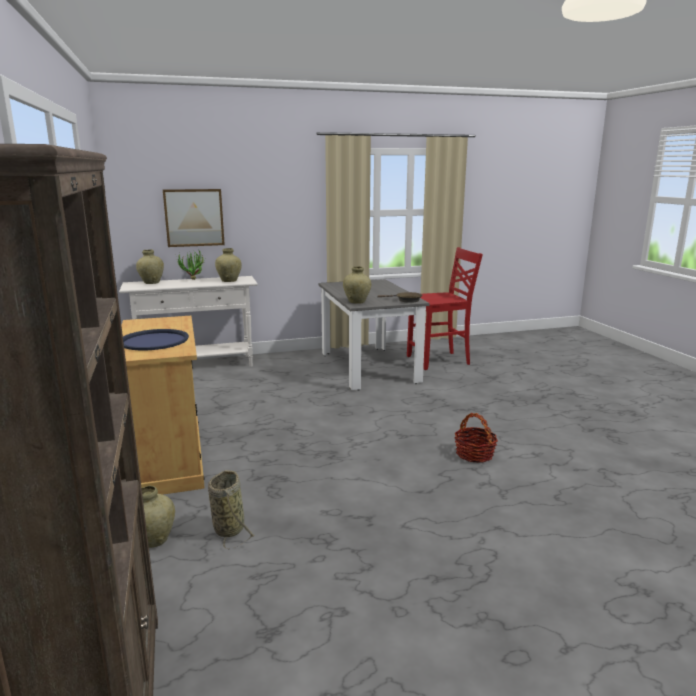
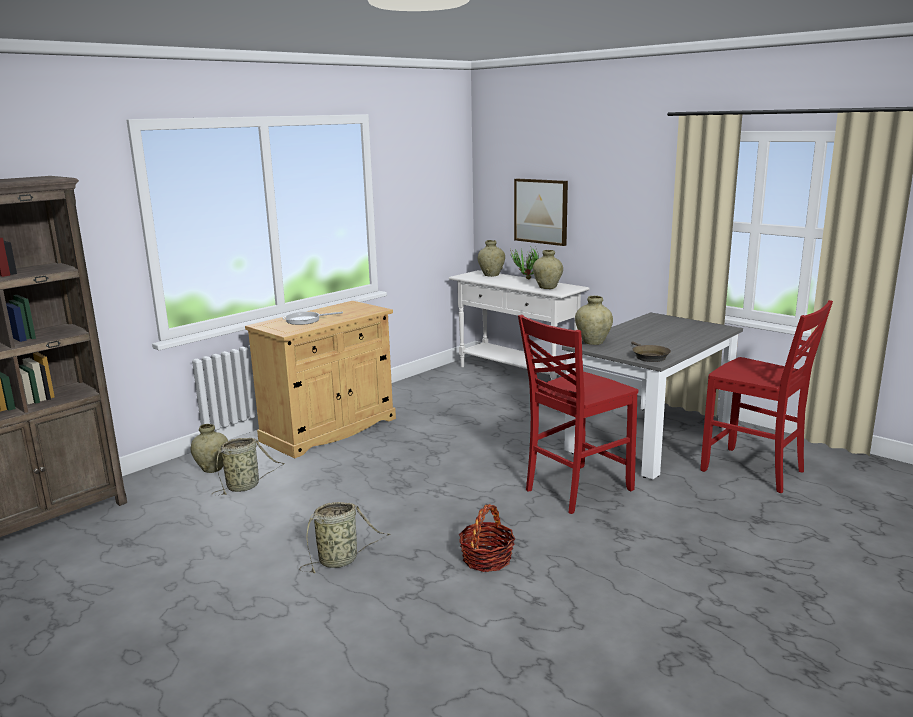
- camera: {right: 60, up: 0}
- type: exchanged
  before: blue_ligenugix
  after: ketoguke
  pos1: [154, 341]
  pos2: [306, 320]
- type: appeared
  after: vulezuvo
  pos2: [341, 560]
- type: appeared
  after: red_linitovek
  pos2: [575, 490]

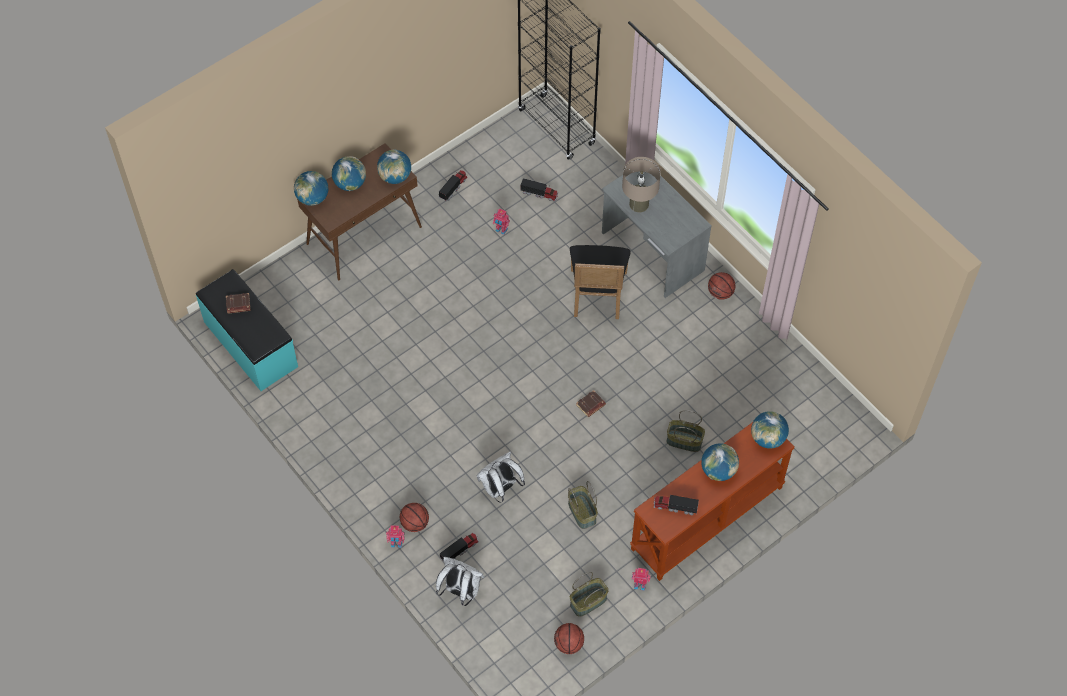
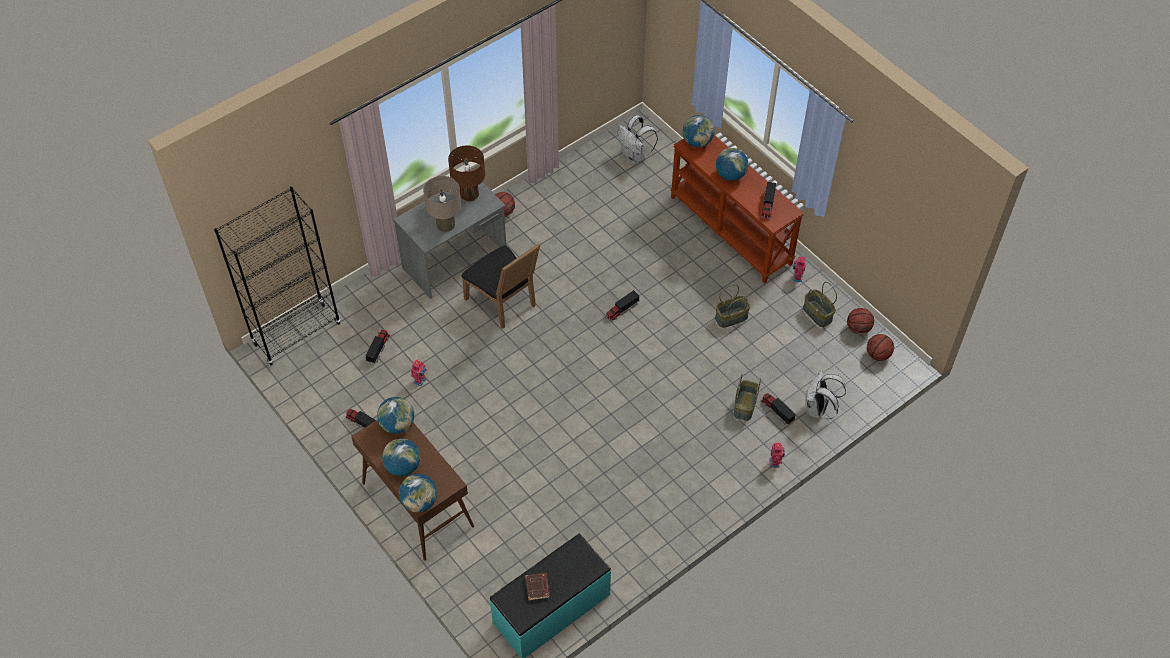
- camera: {right: -90, up: -5}
- type: relocated
  before: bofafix
  pos1: [414, 523]
  pos2: [878, 355]
- type: relocated
  before: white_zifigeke
  pos1: [500, 489]
  pos2: [635, 156]
- type: spun
  before: black_linitovek
  pos1: [597, 297]
  pos2: [504, 303]
  turn: 45
- type: exchanged
  before: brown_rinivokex
  after: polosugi
  pos1: [590, 405]
  pos2: [621, 310]
- type: relocated
  before: vulezuvo
  pos1: [684, 441]
  pos2: [745, 406]
- type: appeared
  after: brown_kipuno
  pos2: [469, 194]

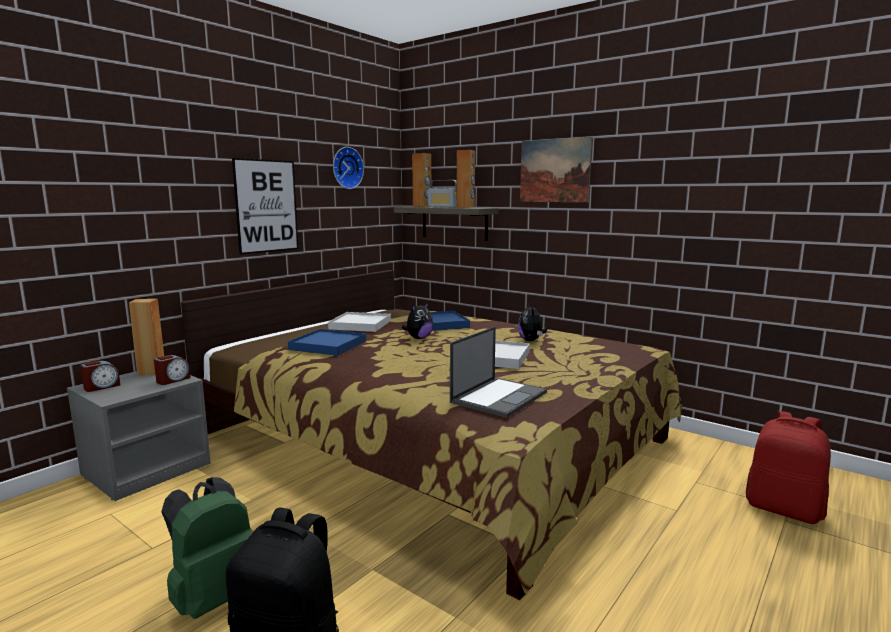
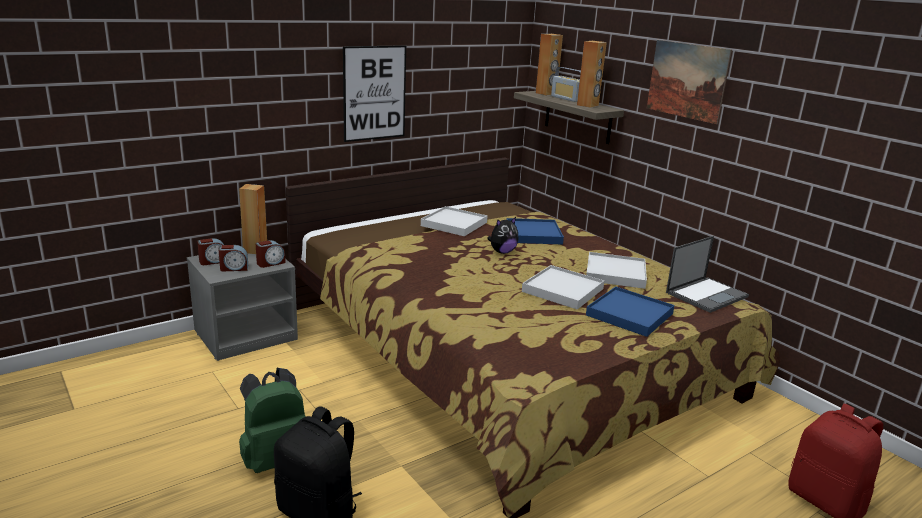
- camera: {right: 15, up: 10}
- type: relocated
  before: blue_ligenugix
  pos1: [328, 345]
  pos2: [629, 314]
- type: missing
  before: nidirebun
  pos1: [346, 168]
- type: relocated
  before: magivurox
  pos1: [499, 397]
  pos2: [707, 294]
- type: exchanged
  before: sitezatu
  after: white_ligenugix
  pos1: [531, 340]
  pos2: [615, 273]
- type: appeared
  after: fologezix
  pos2: [234, 268]

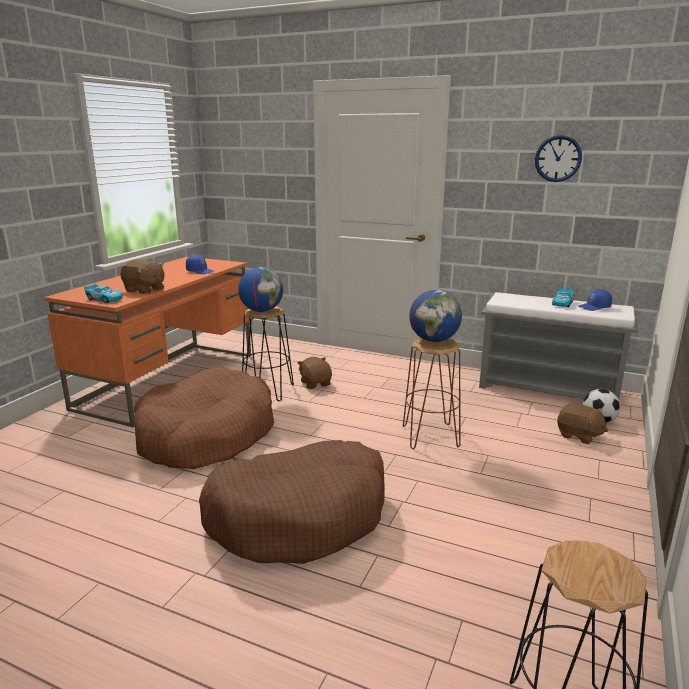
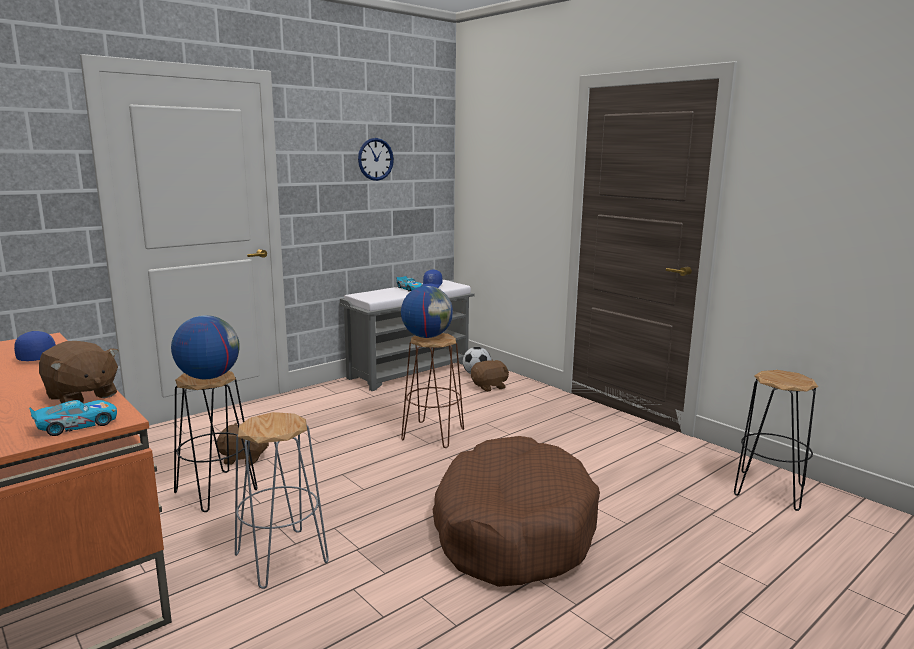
- camera: {right: -65, up: -5}
- type: spun
  before: brown_sitezatu
  pos1: [144, 290]
  pos2: [81, 396]
  turn: 75
- type: exchanged
  before: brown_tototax
  after: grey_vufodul
  pos1: [206, 435]
  pos2: [281, 558]

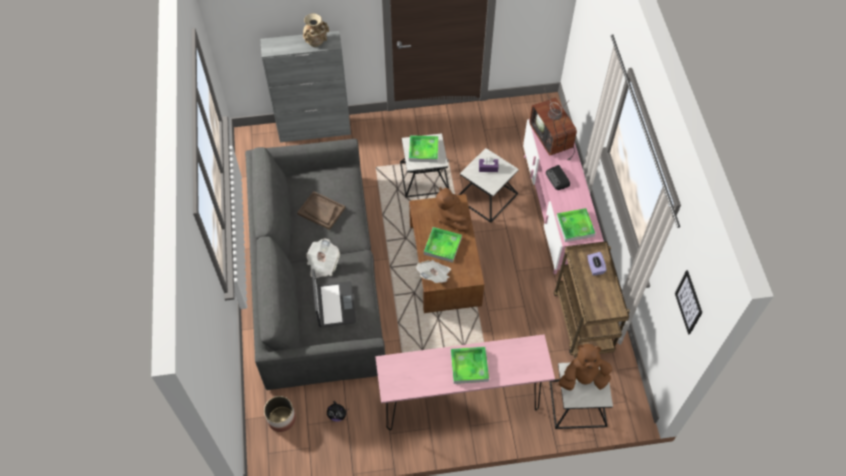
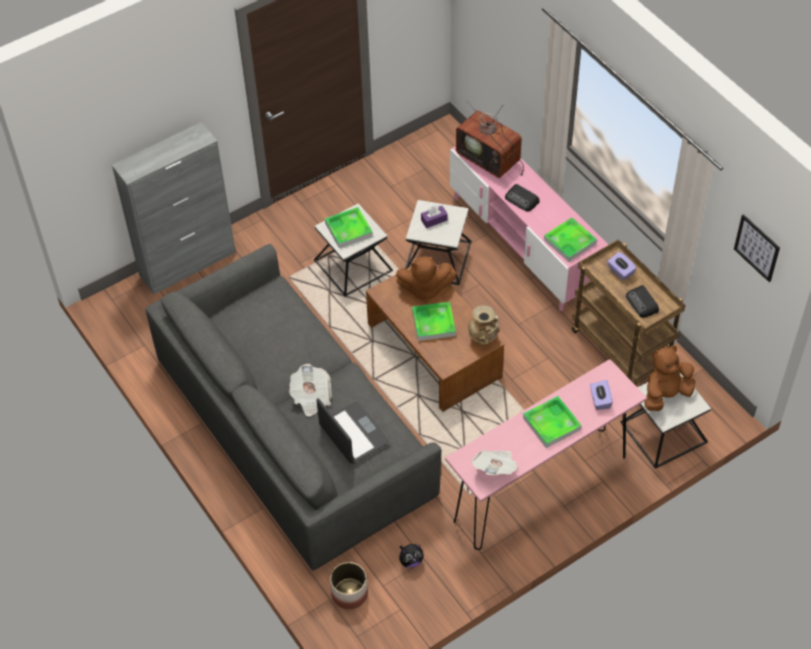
- camera: {right: -25, up: -5}
- type: missing
  before: brown_ligenugix
  pos1: [321, 211]
- type: relocated
  before: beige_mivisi
  pos1: [316, 43]
  pos2: [483, 339]
- type: relocated
  before: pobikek
  pos1: [434, 275]
  pos2: [495, 468]
- type: spun
  before: brown_sitezatu
  pos1: [451, 217]
  pos2: [425, 289]
  turn: -45
- type: appeared
  after: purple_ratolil
  pos2: [600, 400]
- type: appeared
  after: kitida
  pos2: [642, 304]

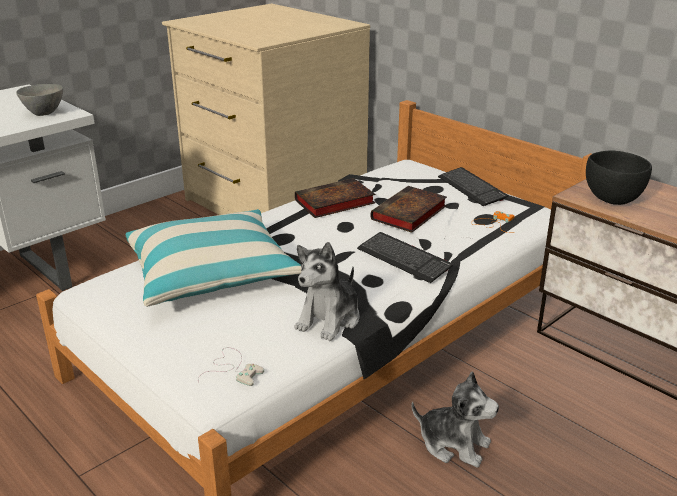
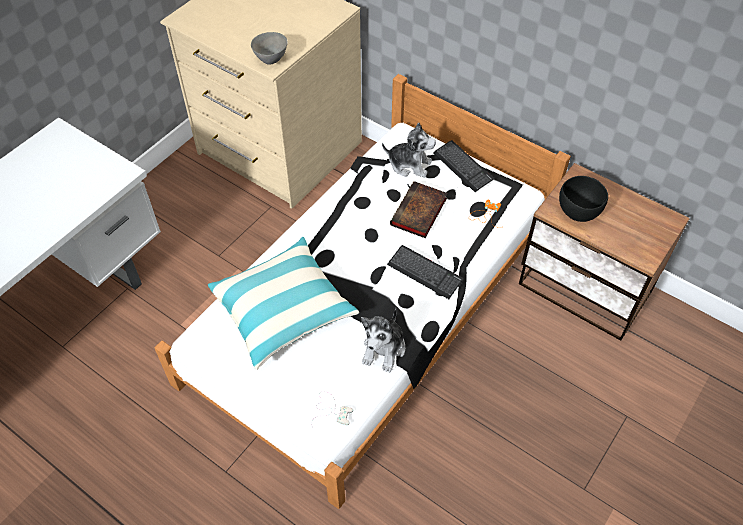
- camera: {right: -10, up: 25}
- type: relocated
  before: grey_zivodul
  pos1: [44, 113]
  pos2: [271, 59]
- type: missing
  before: rinivokex
  pos1: [333, 203]
- type: relocated
  before: sitezatu
  pos1: [454, 444]
  pos2: [409, 164]

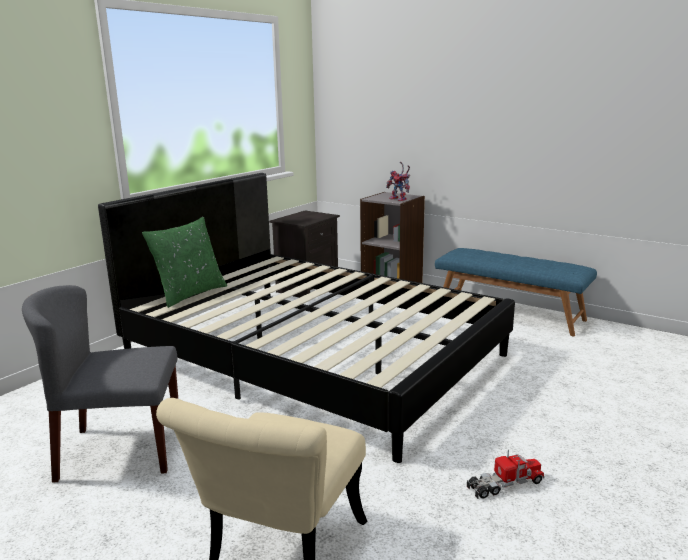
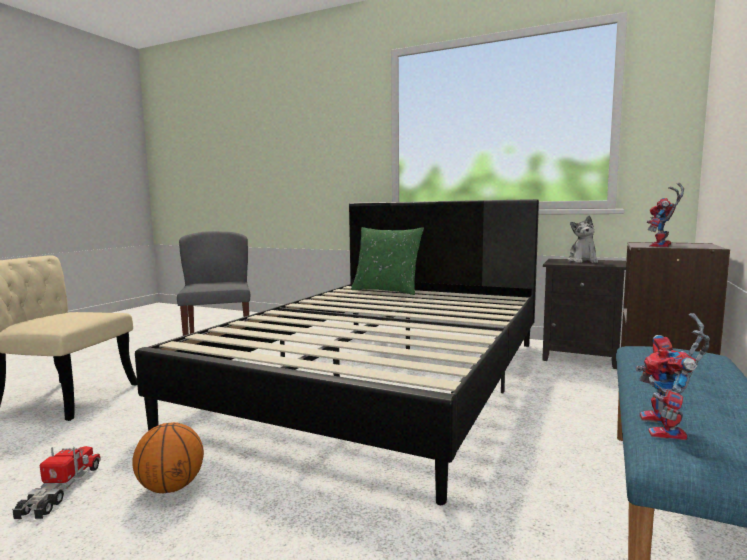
- camera: {right: 80, up: -10}
- type: spun
  before: polosugi
  pos1: [505, 484]
  pos2: [61, 490]
  turn: -150
- type: appeared
  after: bofafix
  pos2: [171, 487]
- type: appeared
  after: sitezatu
  pos2: [582, 261]
- type: appeared
  after: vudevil
  pos2: [668, 431]

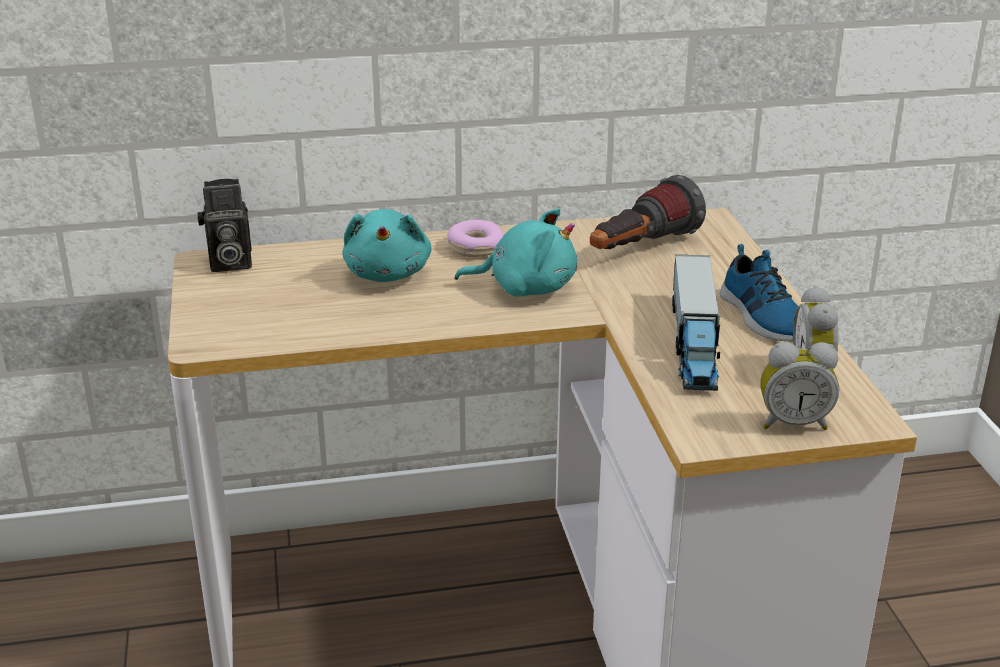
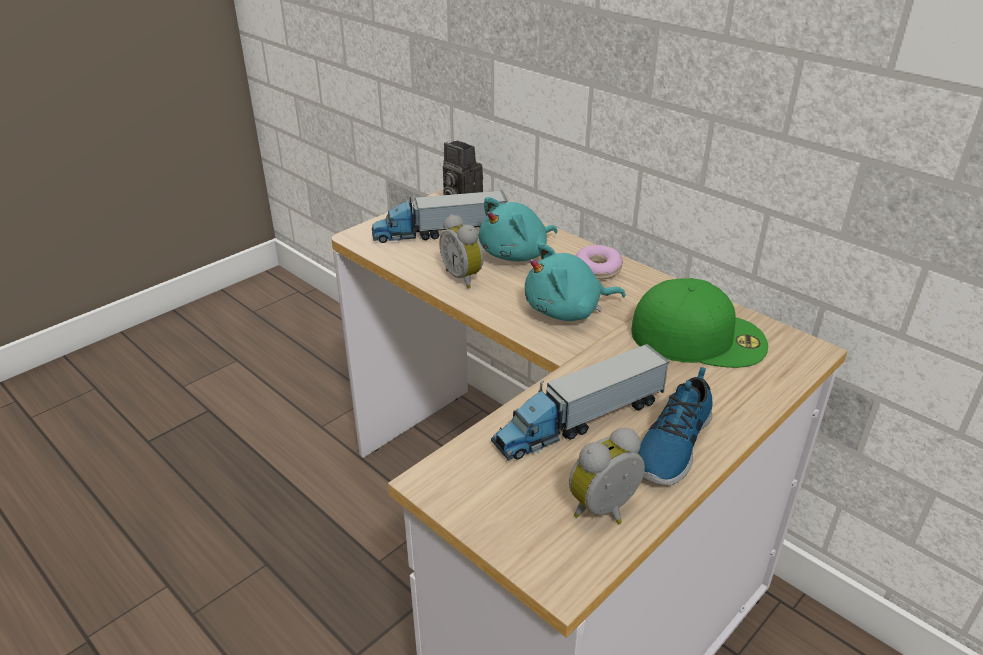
- camera: {right: 55, up: 5}
- type: spun
  before: turquoise_sitezatu
  pos1: [526, 288]
  pos2: [567, 311]
  turn: 105
- type: exchanged
  before: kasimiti
  after: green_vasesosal
  pos1: [640, 250]
  pos2: [699, 336]
- type: relocated
  before: fologezix
  pos1: [793, 423]
  pos2: [464, 277]
- type: appeared
  after: polosugi
  pos2: [439, 233]

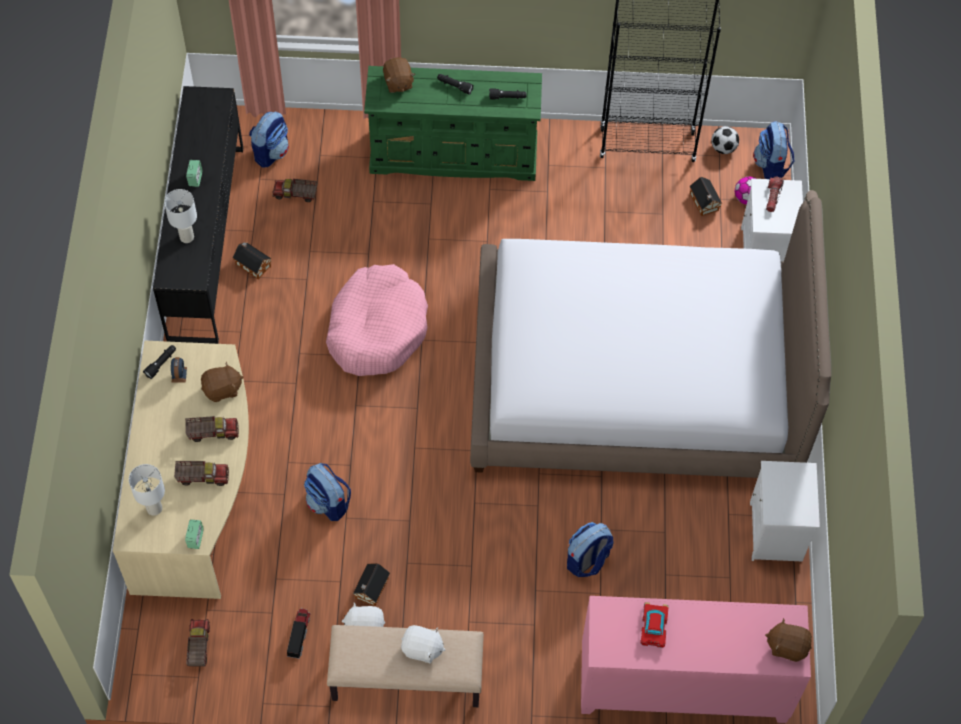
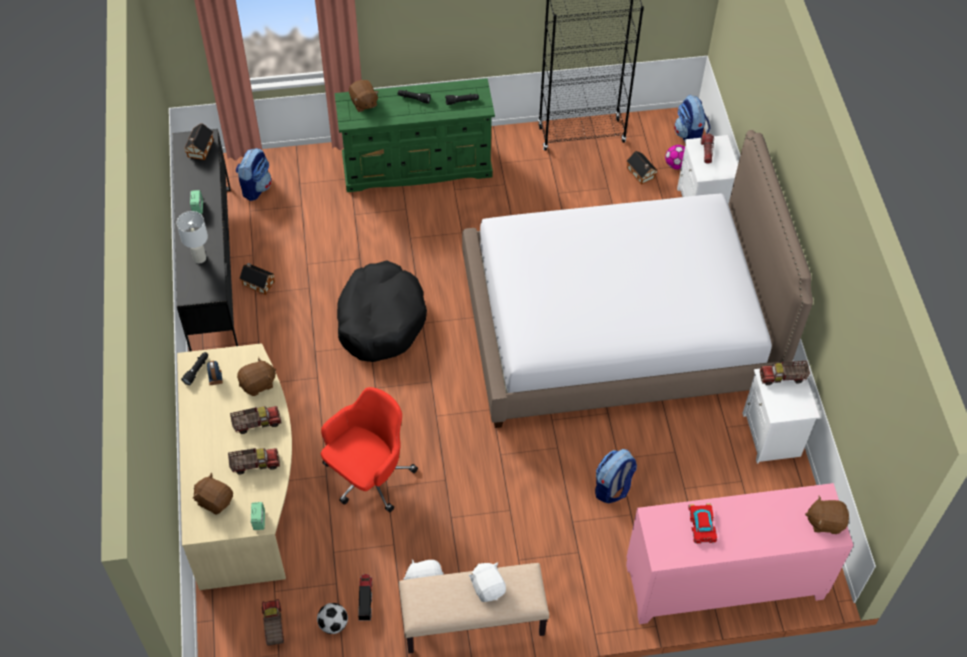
- camera: {right: -10, up: -5}
- type: exchanged
  before: white_kipuno
  after: brown_sitezatu
  pos1: [154, 509]
  pos2: [215, 500]
- type: relocated
  before: polosugi
  pos1: [296, 194]
  pos2: [783, 378]
- type: exchanged
  before: zifigeke
  after: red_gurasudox
  pos1: [328, 503]
  pos2: [368, 476]
- type: colour
  before: pink_tototax
  after: black_tototax
  pos1: [377, 328]
  pos2: [380, 319]
- type: relocated
  before: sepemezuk
  pos1: [371, 589]
  pos2: [199, 149]
- type: spun
  before: white_sitezatu
  pos1: [422, 649]
  pos2: [488, 587]
  turn: -120
- type: relocated
  before: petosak
  pos1: [723, 148]
  pos2: [333, 624]

